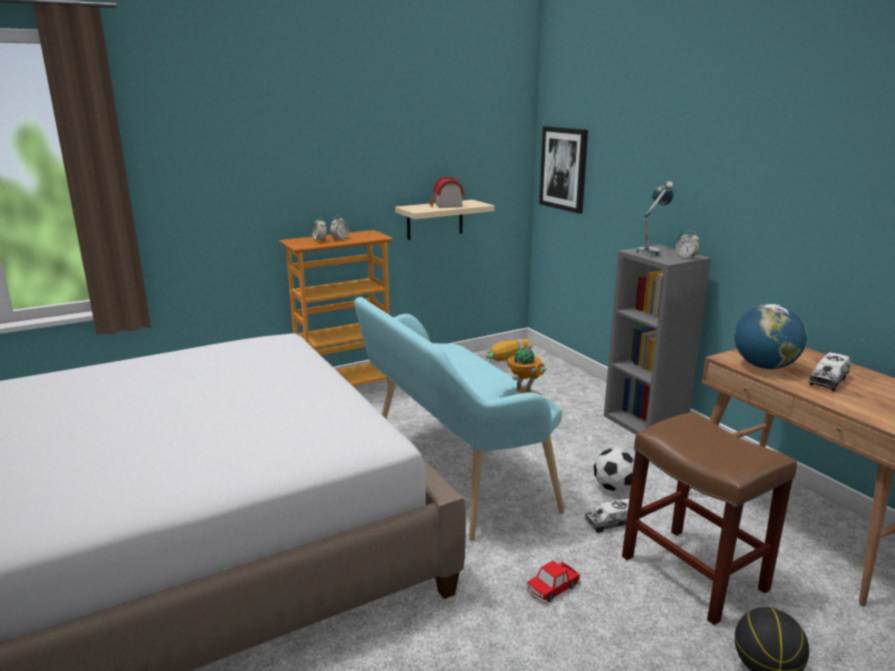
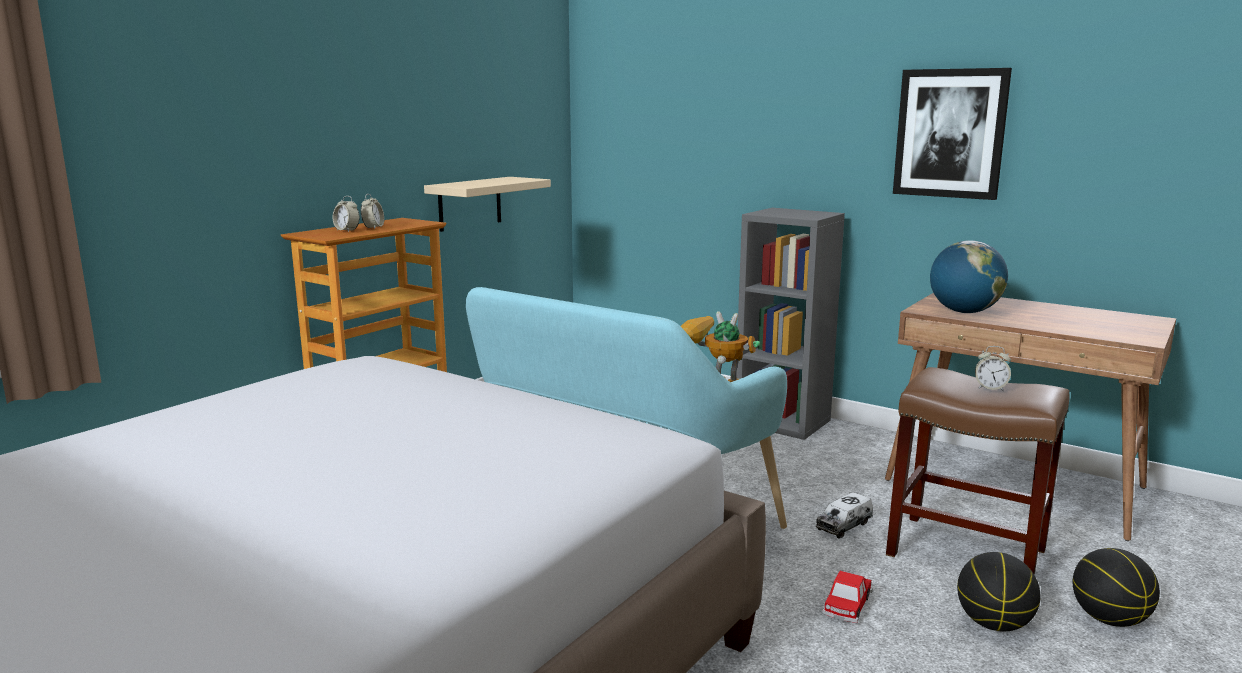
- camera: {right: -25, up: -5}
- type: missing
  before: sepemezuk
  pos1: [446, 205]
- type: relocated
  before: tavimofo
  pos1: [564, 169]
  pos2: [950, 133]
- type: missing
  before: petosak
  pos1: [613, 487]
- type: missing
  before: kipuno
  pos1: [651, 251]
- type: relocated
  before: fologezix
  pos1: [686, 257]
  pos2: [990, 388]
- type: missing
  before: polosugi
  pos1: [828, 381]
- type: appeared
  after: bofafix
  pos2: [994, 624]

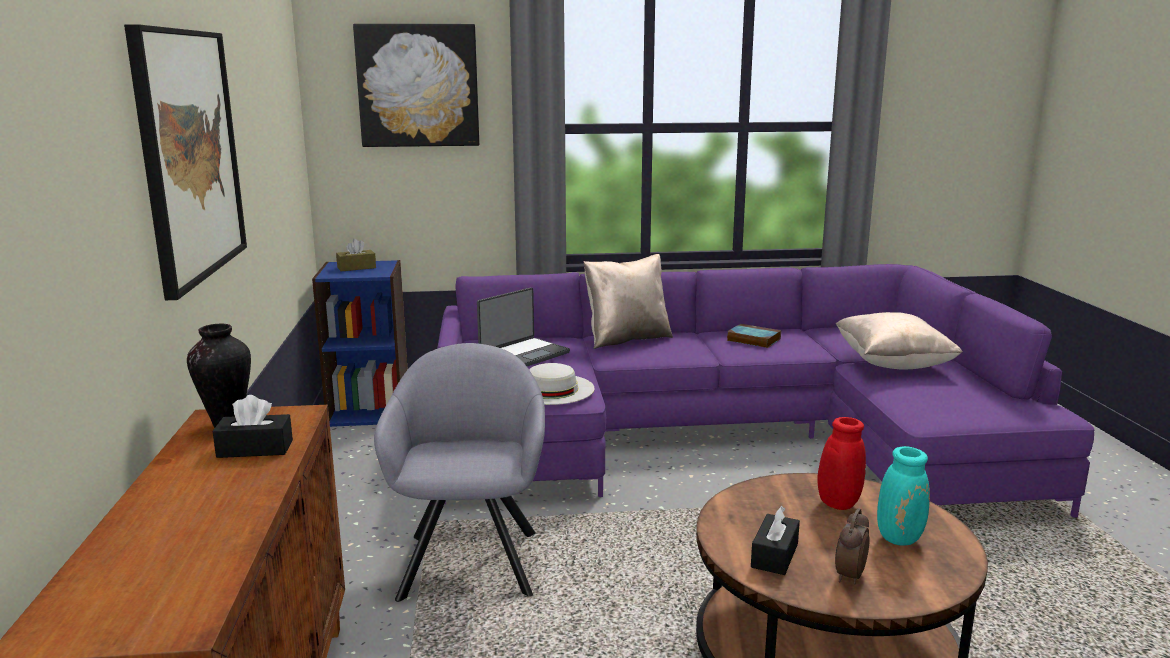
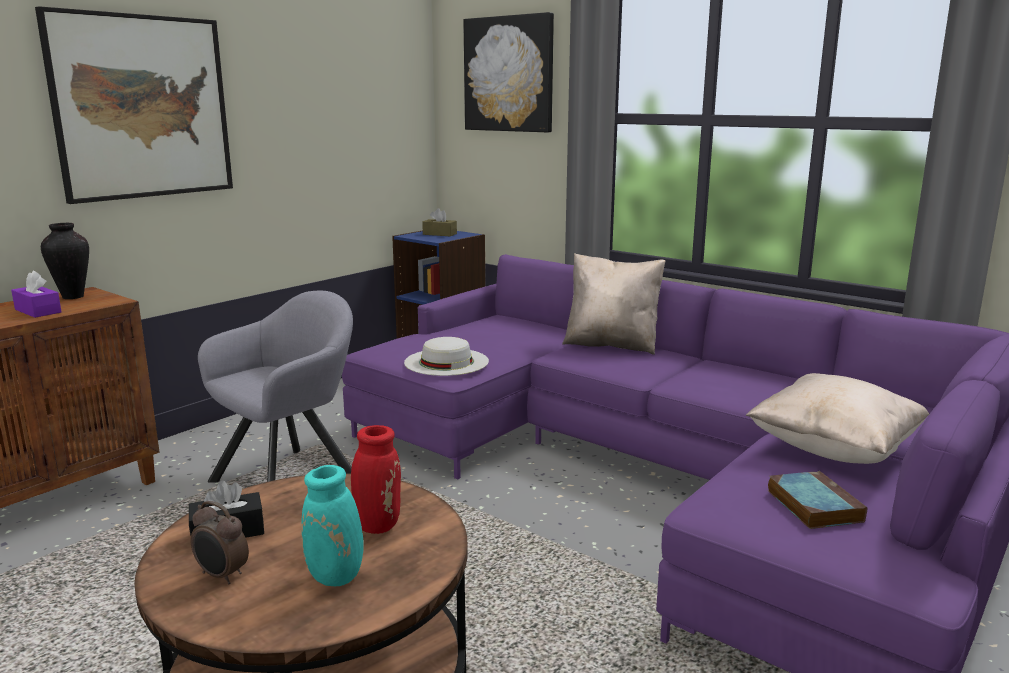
- camera: {right: 45, up: 0}
- type: colour
  before: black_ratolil
  after: purple_ratolil
  pos1: [255, 449]
  pos2: [38, 311]
- type: missing
  before: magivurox
  pos1: [523, 354]
- type: relocated
  before: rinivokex
  pos1: [752, 339]
  pos2: [812, 505]
- type: spun
  before: fologezix
  pos1: [849, 576]
  pos2: [222, 576]
  turn: -135

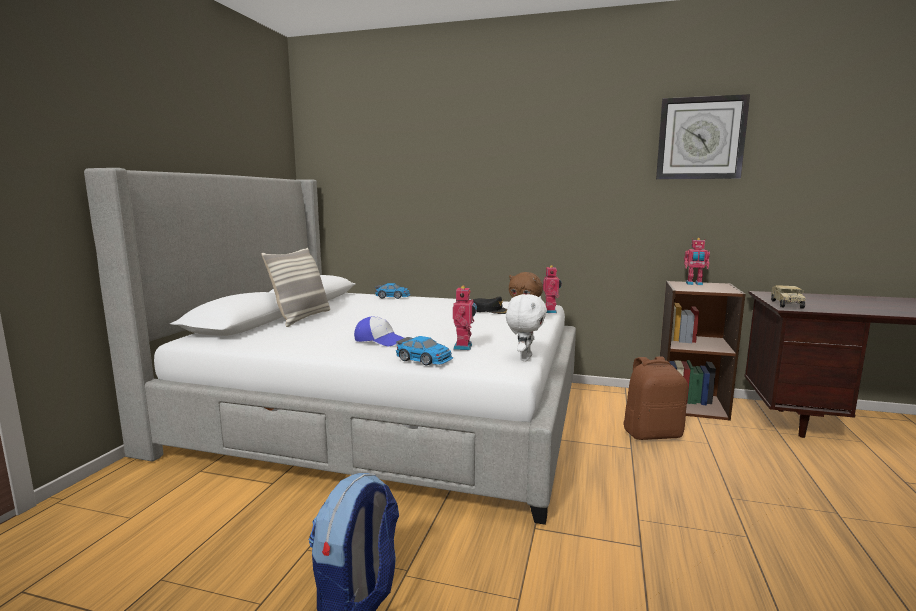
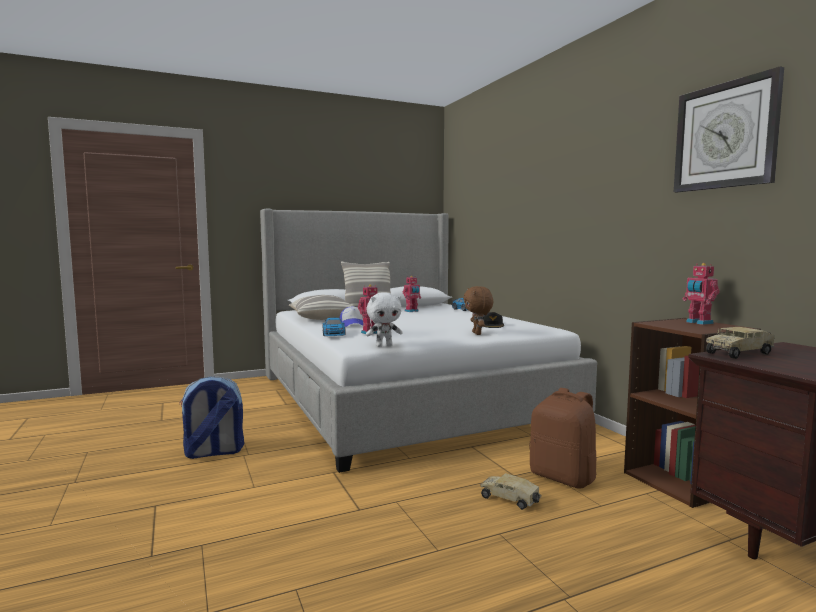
- camera: {right: 50, up: -5}
- type: relocated
  before: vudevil
  pos1: [551, 311]
  pos2: [412, 311]
- type: appeared
  after: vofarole
  pos2: [321, 318]
- type: appeared
  after: polosugi
  pos2: [511, 500]

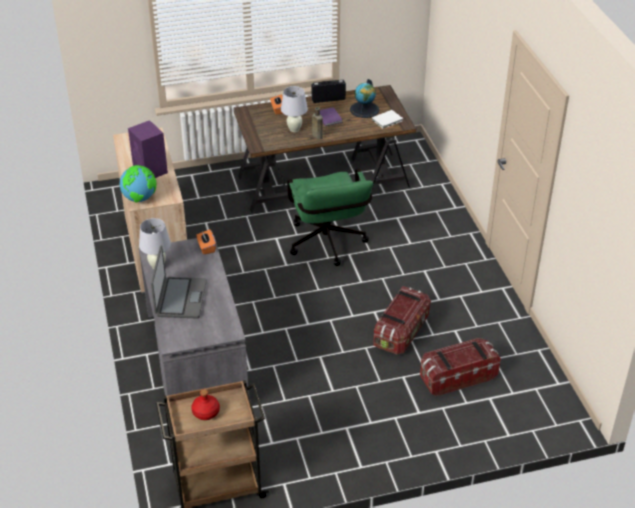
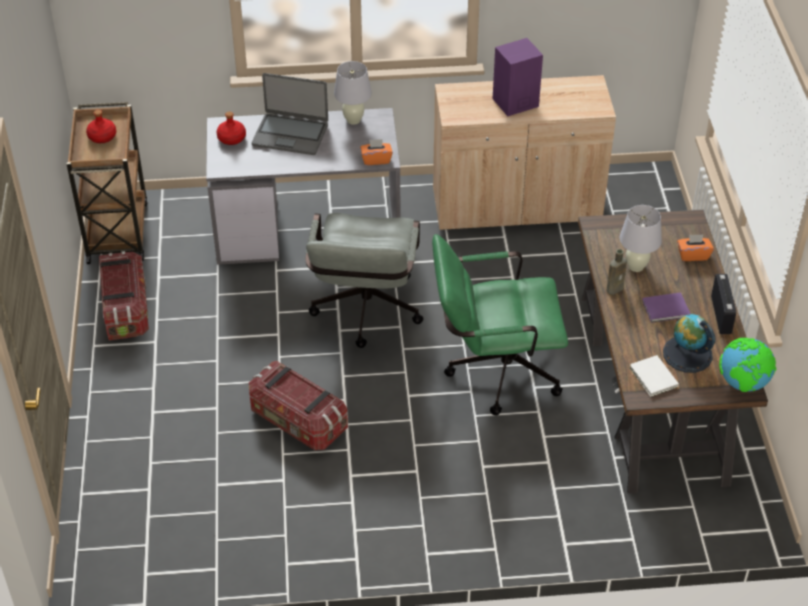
- camera: {right: 100, up: 5}
- type: relocated
  before: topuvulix
  pos1: [140, 198]
  pos2: [743, 384]
- type: relocated
  before: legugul
  pos1: [457, 377]
  pos2: [126, 309]
- type: appeared
  after: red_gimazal
  pos2: [231, 138]
- type: appeared
  after: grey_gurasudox
  pos2: [365, 314]

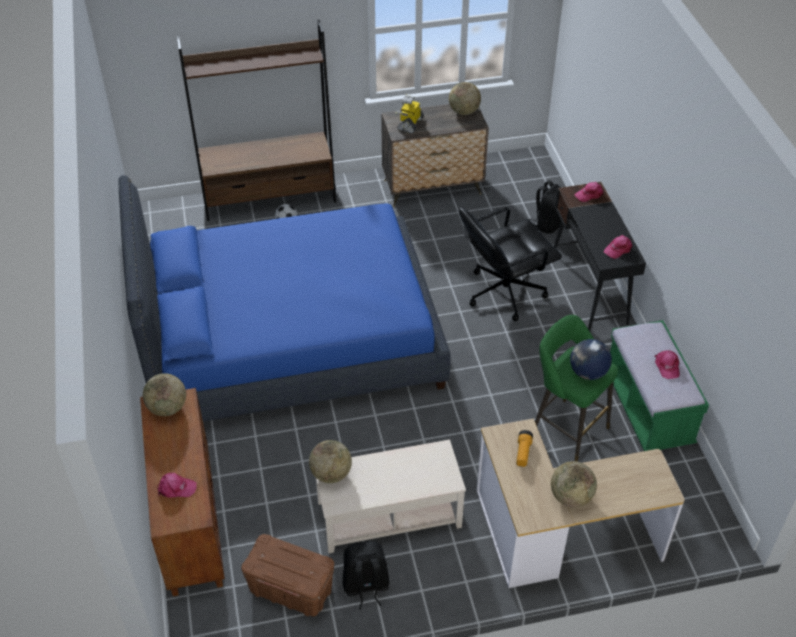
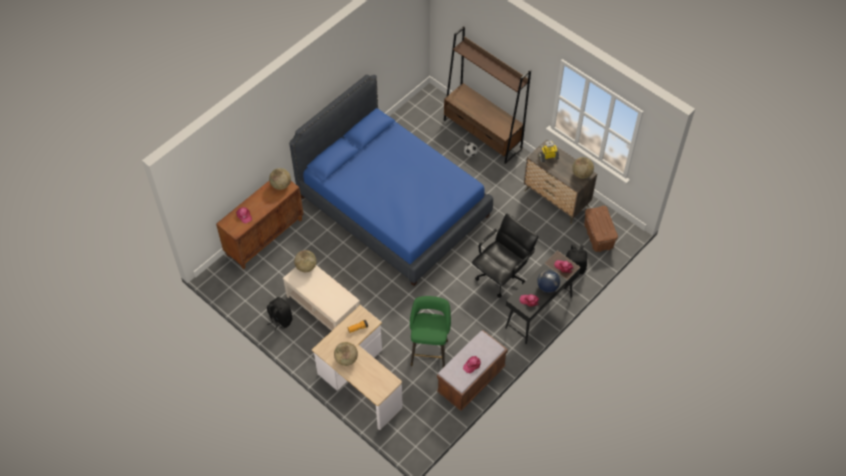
- camera: {right: 55, up: 10}
- type: relocated
  before: brown_legugul
  pos1: [291, 589]
  pos2: [598, 236]
- type: spun
  before: black_gurasudox
  pos1: [504, 292]
  pos2: [502, 275]
  turn: 105
- type: relocated
  before: topuvulix
  pos1: [588, 373]
  pos2: [547, 287]
- type: colour
  before: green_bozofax
  after: brown_bozofax
  pos1: [648, 408]
  pos2: [471, 380]

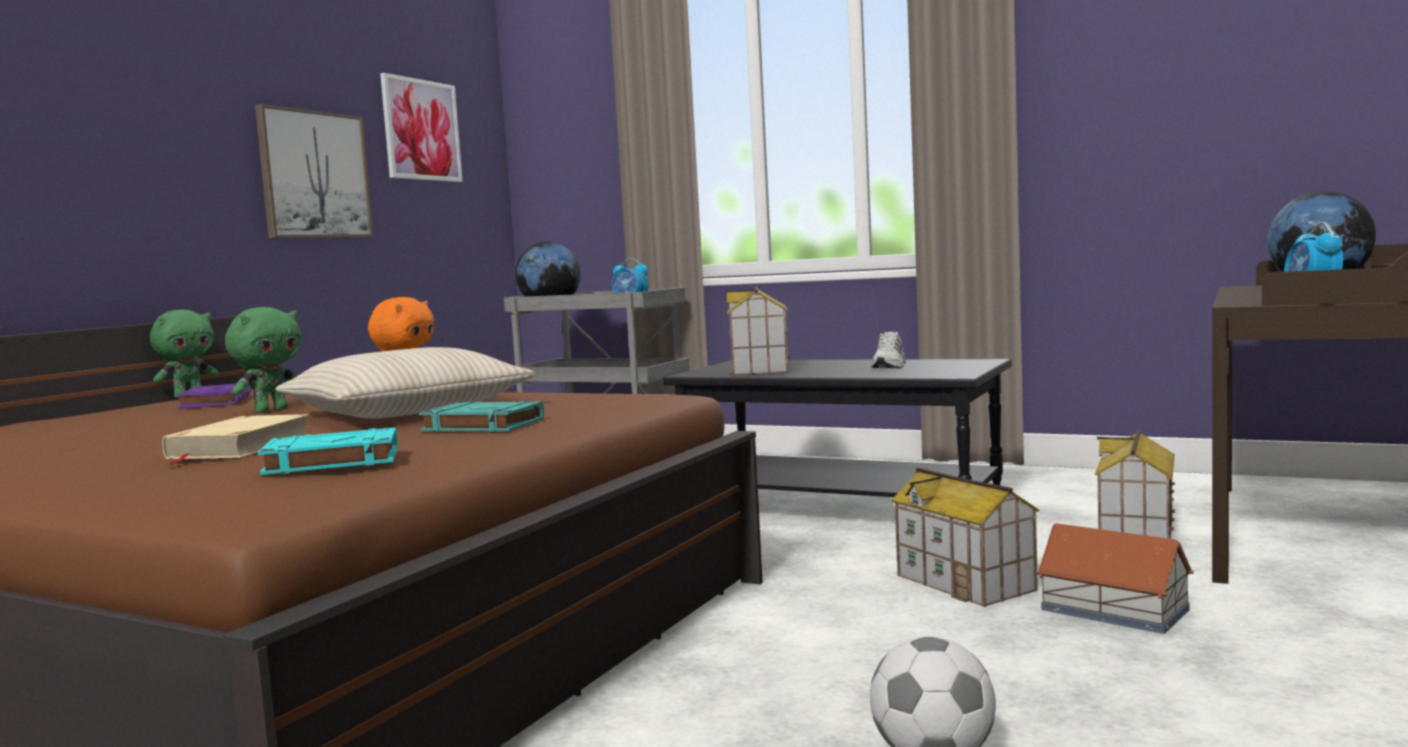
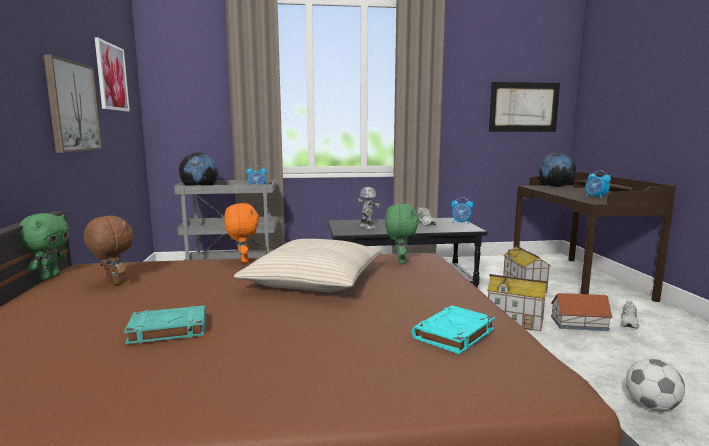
- camera: {right: -35, up: 5}
- type: missing
  before: beige_rinivokex
  pos1: [240, 447]
- type: exchanged
  before: purple_rinivokex
  after: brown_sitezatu
  pos1: [215, 402]
  pos2: [113, 283]
- type: relocated
  before: green_sitezatu
  pos1: [271, 410]
  pos2: [400, 261]
- type: relocated
  before: turquoise_rinivokex
  pos1: [481, 425]
  pos2: [167, 330]
- type: exchanged
  before: sepemezuk
  after: vudevil
  pos1: [760, 369]
  pos2: [368, 227]
- type: appeared
  after: fologezix
  pos2: [461, 223]
- type: appeared
  after: tavimofo
  pos2: [523, 107]
- type: appeared
  after: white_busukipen
  pos2: [629, 322]

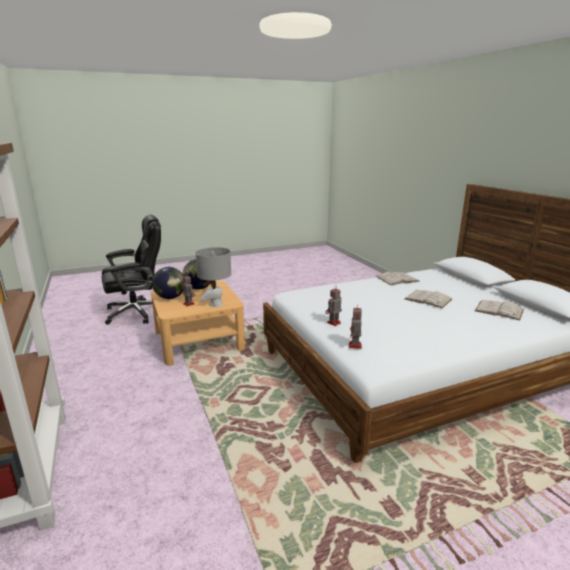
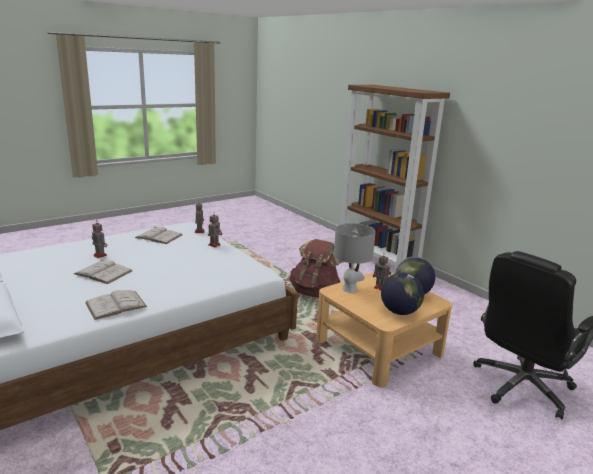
- camera: {right: 165, up: 0}
- type: relocated
  before: white_rinivokex
  pos1: [499, 310]
  pos2: [159, 236]
- type: appeared
  after: vudevil
  pos2: [100, 255]
- type: appeared
  after: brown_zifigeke
  pos2: [315, 292]

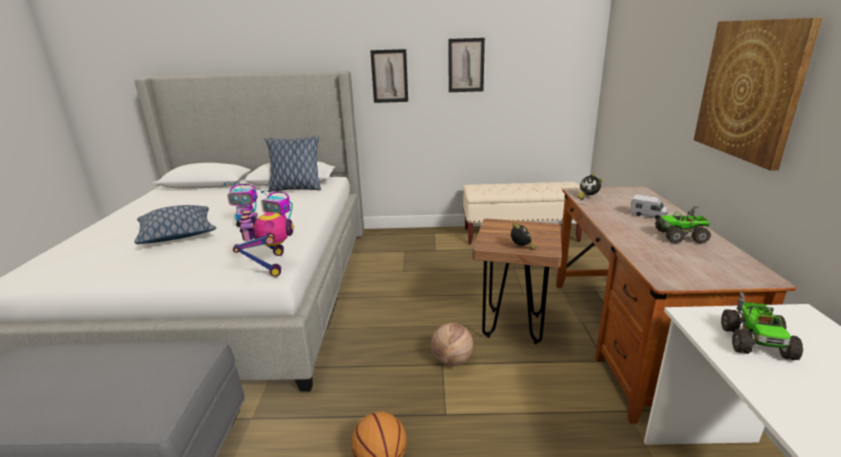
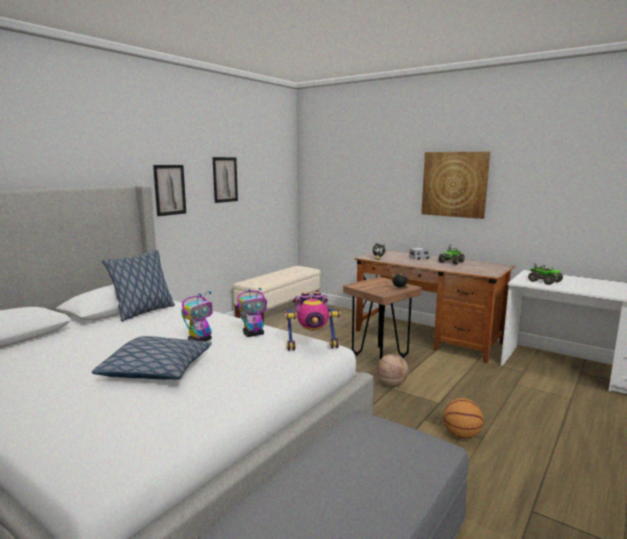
- camera: {right: -55, up: -10}
- type: spun
  before: vudevil
  pos1: [269, 265]
  pos2: [312, 346]
  turn: 150

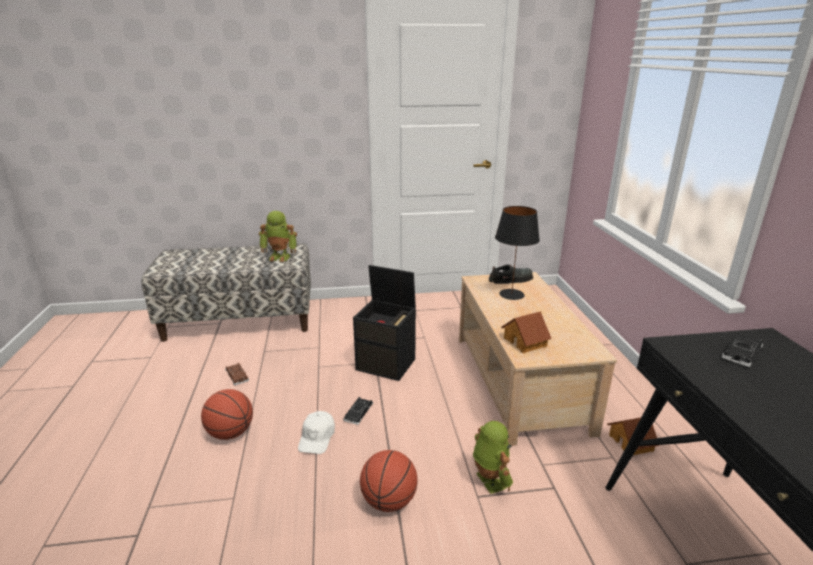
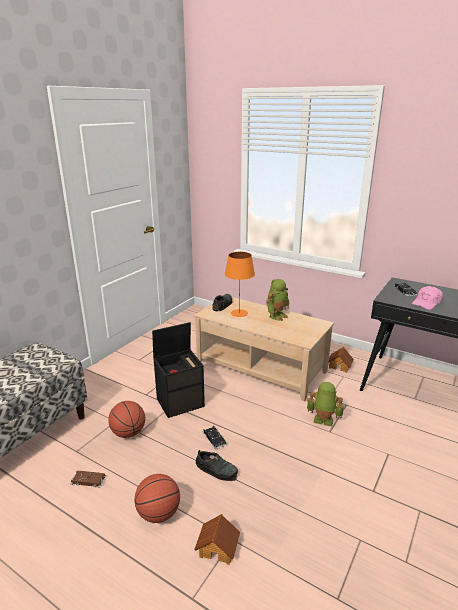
- camera: {right: -50, up: 0}
- type: relocated
  before: vudevil
  pos1: [280, 257]
  pos2: [277, 316]
- type: exchanged
  before: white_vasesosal
  after: black_busukipen
  pos1: [317, 438]
  pos2: [217, 469]
- type: relocated
  before: bofafix
  pos1: [389, 501]
  pos2: [128, 433]
- type: colour
  before: black_kipuno
  after: orange_kipuno
  pos1: [511, 294]
  pos2: [239, 313]
- type: relocated
  before: sepemezuk
  pos1: [525, 342]
  pos2: [218, 547]
- type: appeared
  after: pink_vasesosal
  pos2: [426, 303]

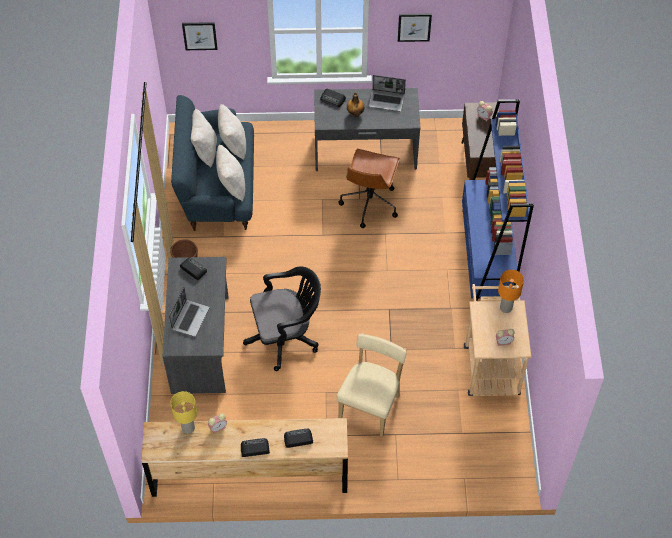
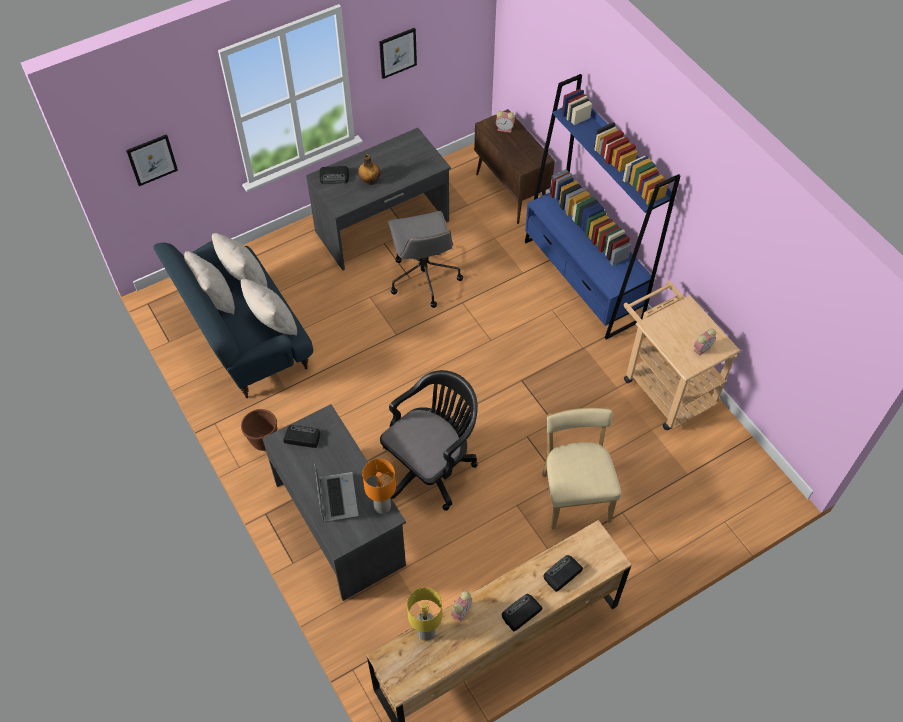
- camera: {right: -30, up: 0}
- type: colour
  before: brown_gurasudox
  after: grey_gurasudox
  pos1: [369, 203]
  pos2: [423, 277]
- type: missing
  before: magivurox
  pos1: [387, 101]
- type: relocated
  before: orange_kipuno
  pos1: [505, 308]
  pos2: [382, 506]

